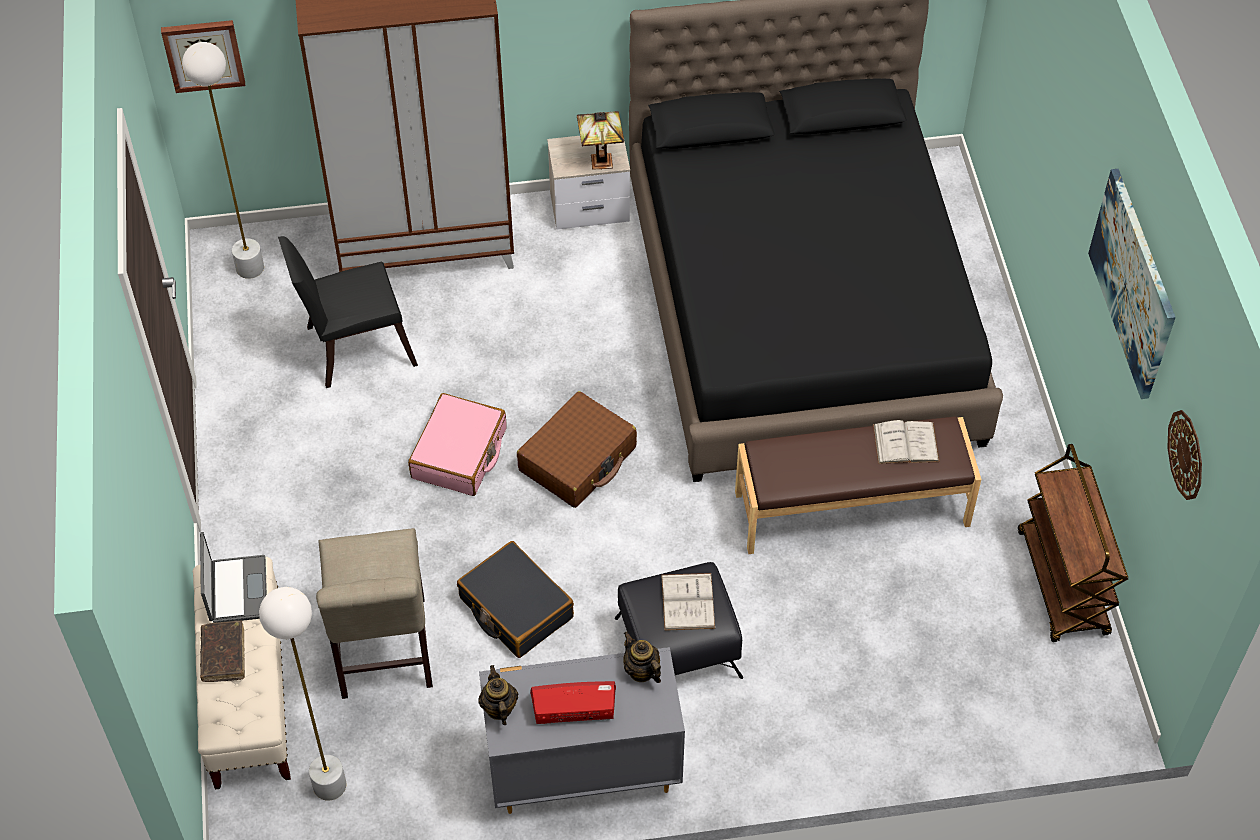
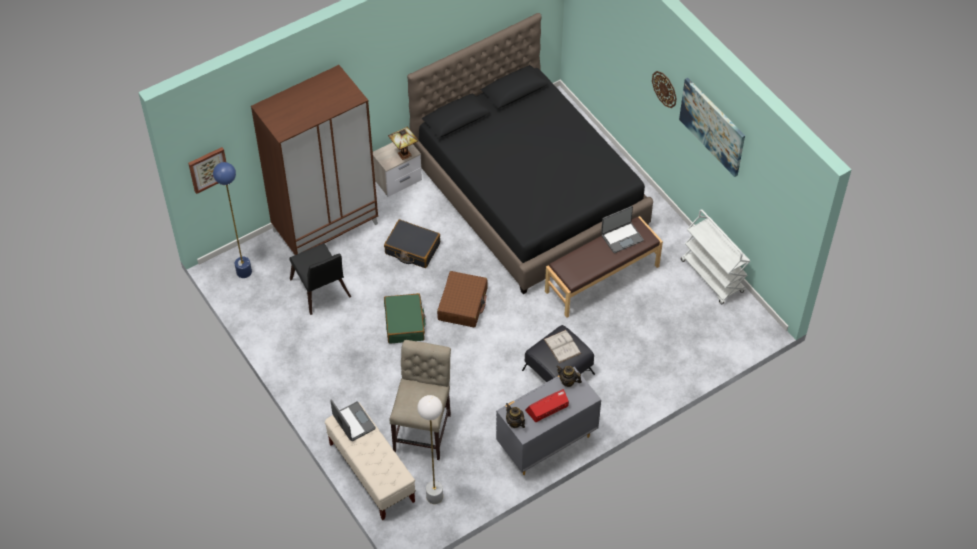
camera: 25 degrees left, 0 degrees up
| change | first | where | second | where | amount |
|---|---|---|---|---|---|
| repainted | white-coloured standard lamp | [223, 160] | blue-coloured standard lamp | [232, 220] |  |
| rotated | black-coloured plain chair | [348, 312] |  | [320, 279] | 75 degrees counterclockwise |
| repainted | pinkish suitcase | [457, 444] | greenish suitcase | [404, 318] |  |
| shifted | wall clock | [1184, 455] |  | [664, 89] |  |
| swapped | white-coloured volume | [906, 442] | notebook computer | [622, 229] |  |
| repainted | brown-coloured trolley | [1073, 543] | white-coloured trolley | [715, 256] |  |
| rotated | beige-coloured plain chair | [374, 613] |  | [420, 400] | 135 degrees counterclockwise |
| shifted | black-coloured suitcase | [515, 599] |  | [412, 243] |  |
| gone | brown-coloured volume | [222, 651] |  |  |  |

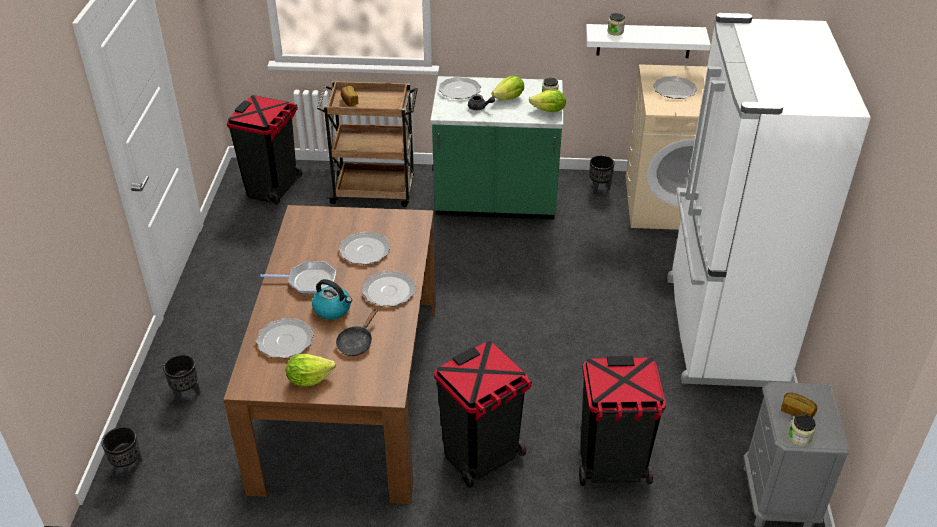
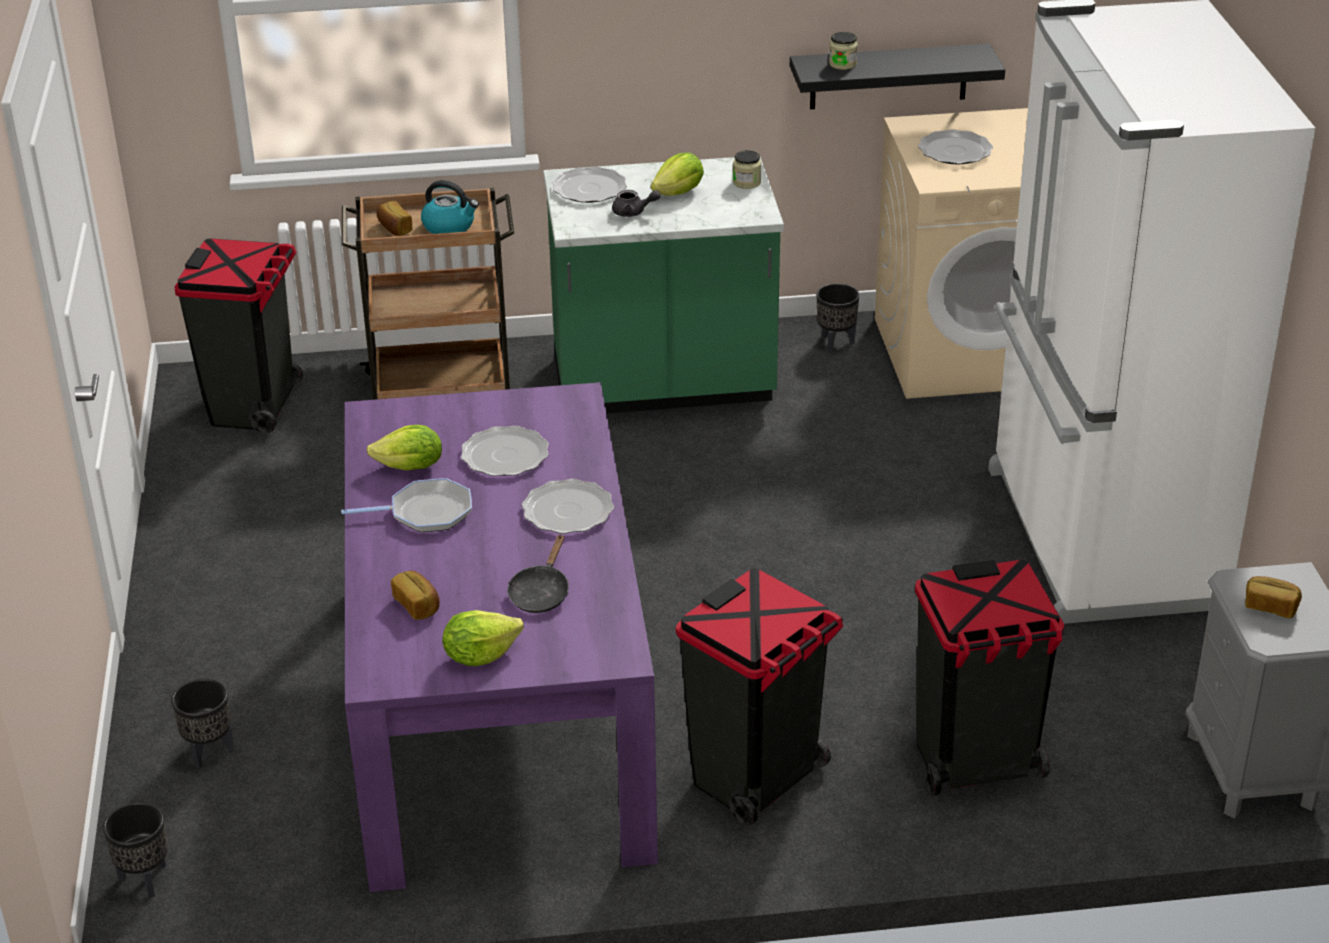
camera: 10 degrees left, 5 degrees down
| change | first | where | second | where | amount |
|---|---|---|---|---|---|
| repainted | white-coloured wall shelf | [648, 41] | black-coloured wall shelf | [897, 76] |  |
| shifted | lettuce head | [547, 100] |  | [404, 448] |  |
| repainted | brown-coloured dinner table | [329, 354] | purplish dinner table | [501, 637] |  |
| shifted | water kettle | [332, 299] |  | [450, 207] |  |
| swapped | dinner plate | [285, 338] | bread | [415, 595] |  |
| gone | jar | [802, 430] |  |  |  |

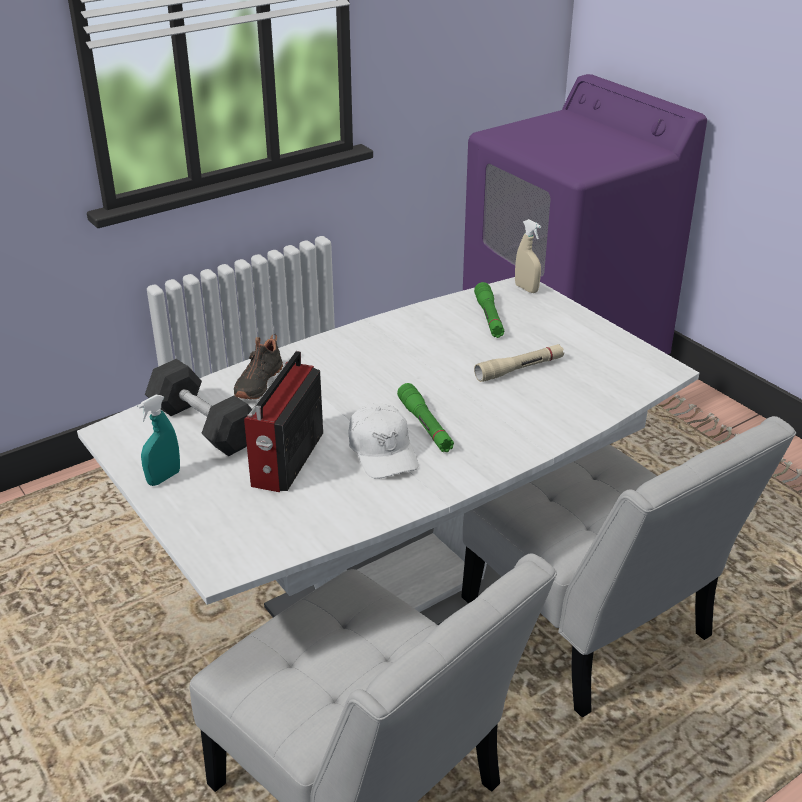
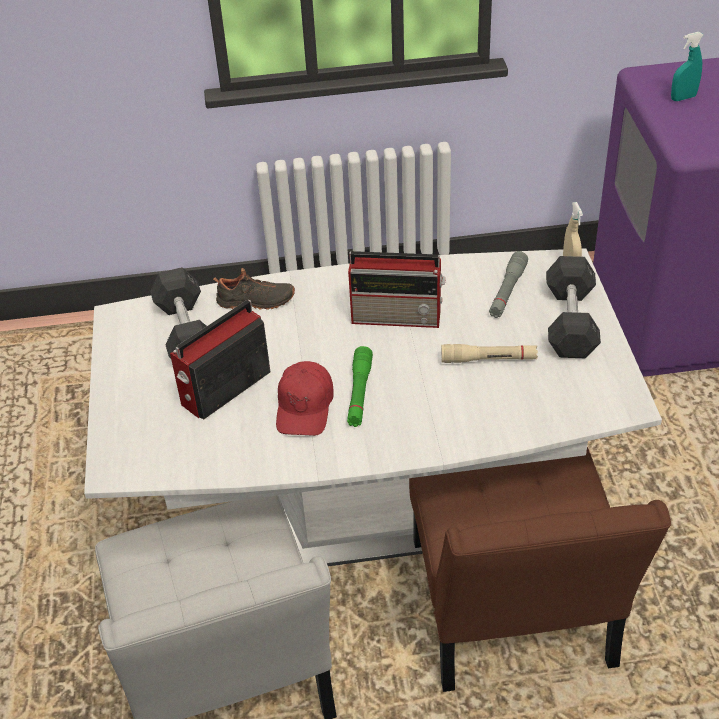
camera: 30 degrees right, 10 degrees up
| change | first | where | second | where | amount |
|---|---|---|---|---|---|
| repainted | greenish flashlight | [489, 310] | greyish flashlight | [508, 284] |  |
| rotated | black-coloured item of footwear | [258, 366] |  | [254, 289] | 135 degrees counterclockwise |
| shifted | blue-green sprayer | [158, 440] |  | [687, 66] |  |
| repainted | white-coloured baseball cap | [383, 441] | red-coloured baseball cap | [305, 398] |  |
| repainted | white-coloured plain chair | [628, 567] | brown-coloured plain chair | [540, 569] |  |
| new |  |  | radio set | [397, 289] |  |
| new |  |  | greyish free weight | [573, 307] |  |

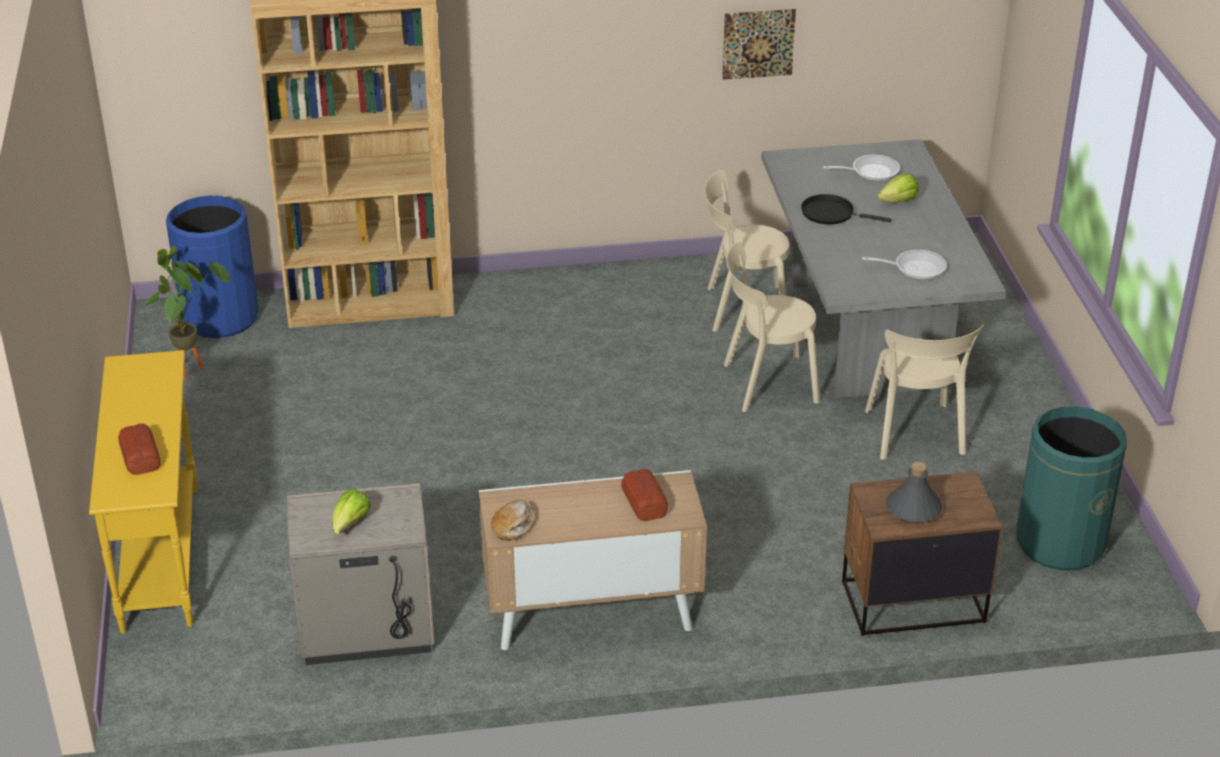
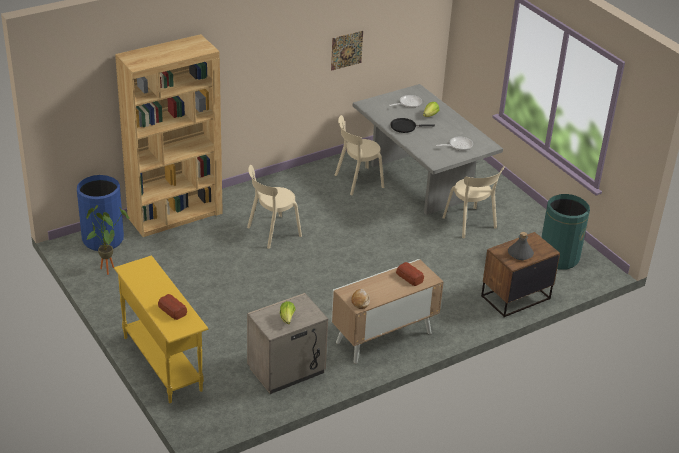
camera: 25 degrees left, 0 degrees up
| change | first | where | second | where | amount |
|---|---|---|---|---|---|
| shifted | beige-coloured plain chair | [772, 327] |  | [274, 207] |  |

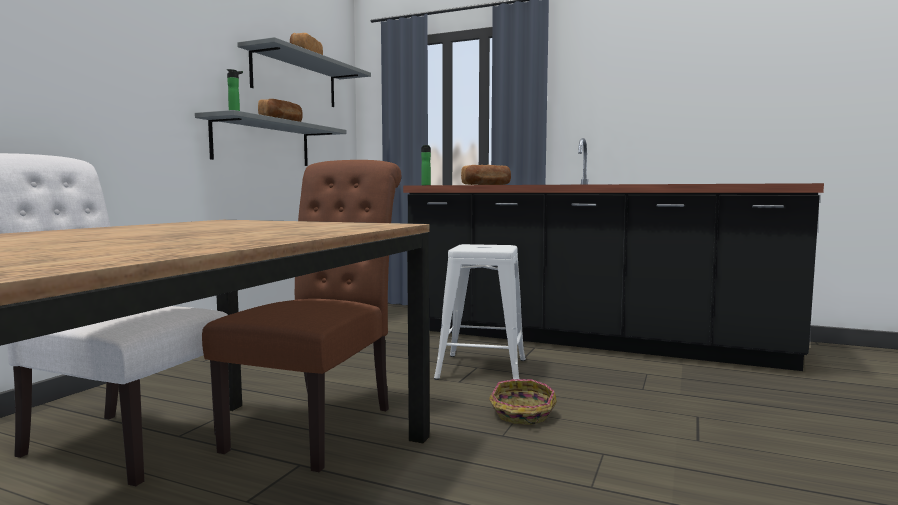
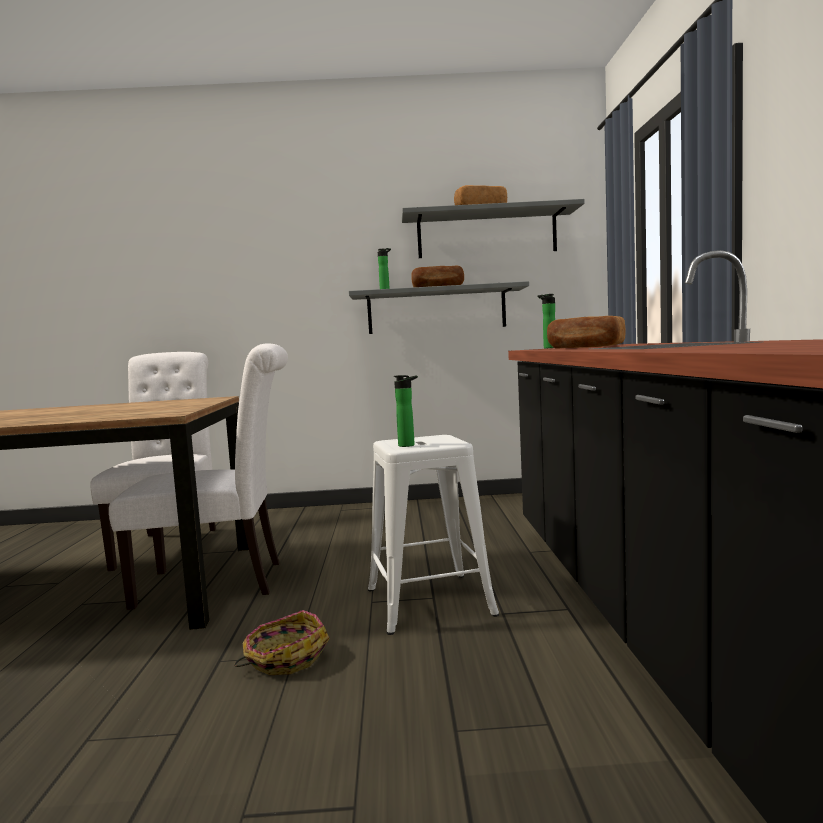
camera: 65 degrees right, 0 degrees up
| change | first | where | second | where | amount |
|---|---|---|---|---|---|
| repainted | brown-coloured plain chair | [301, 316] | white-coloured plain chair | [198, 476] |  |
| new |  |  | bottle | [406, 411] |  |

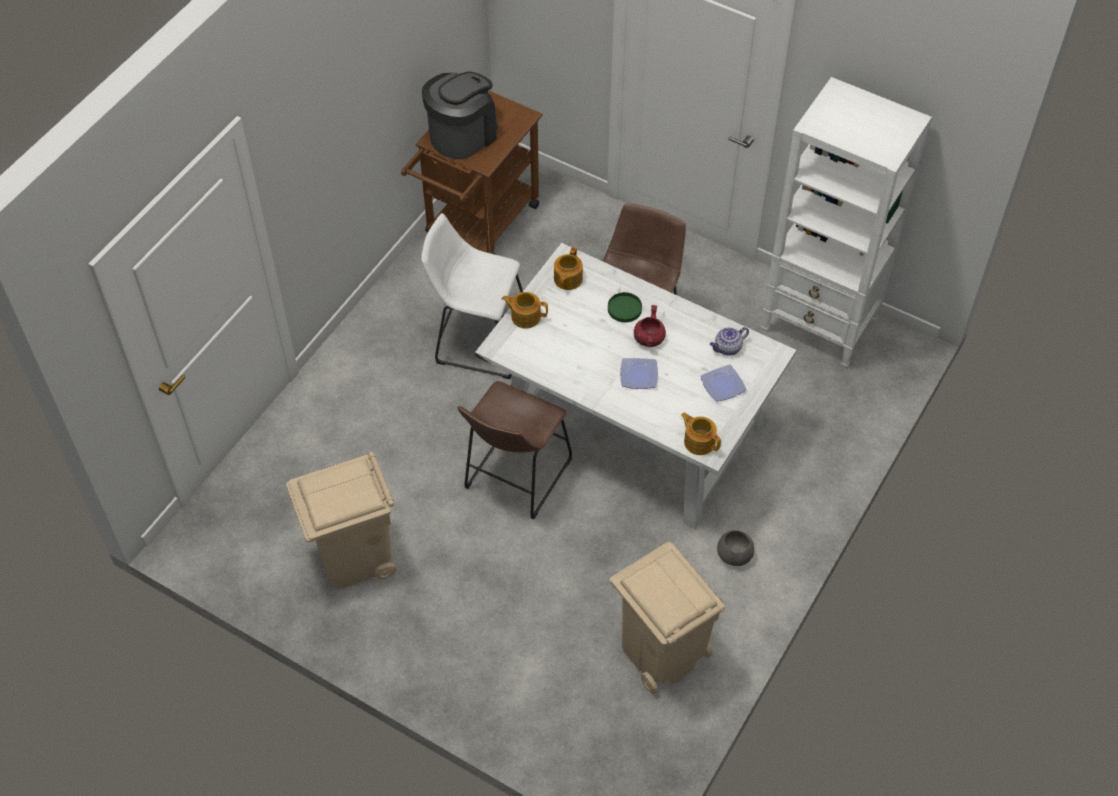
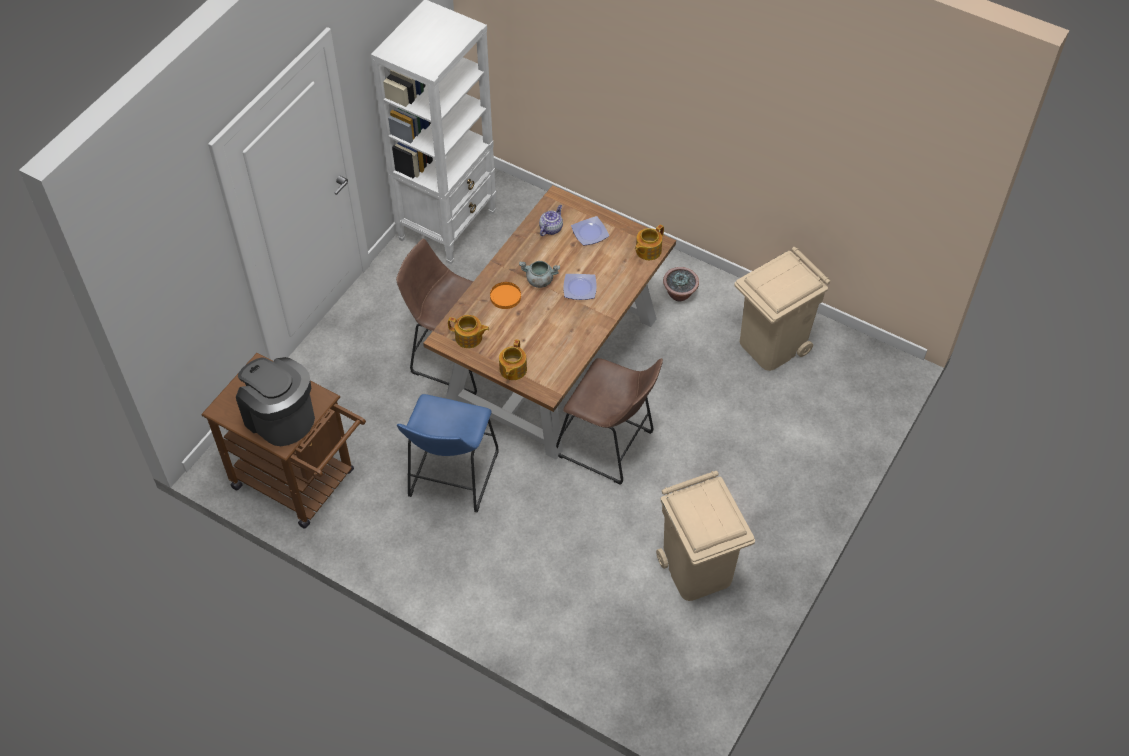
camera: 90 degrees left, 0 degrees up
| change | first | where | second | where | amount |
|---|---|---|---|---|---|
| repainted | white-coloured stool | [472, 296] | blue-coloured stool | [448, 453] |  |
| repainted | white-coloured dinner table | [635, 386] | brown-coloured dinner table | [549, 322] |  |
| repainted | greenish dinner plate | [625, 307] | orangey dinner plate | [505, 295] |  |
| repainted | red-coloured cooking pot | [650, 326] | greyish cooking pot | [539, 274] |  |
| rotated | tea pot | [729, 341] |  | [551, 220] | 120 degrees counterclockwise |
| swapped | greyish deep dish | [735, 548] | houseplant | [681, 284] |  |

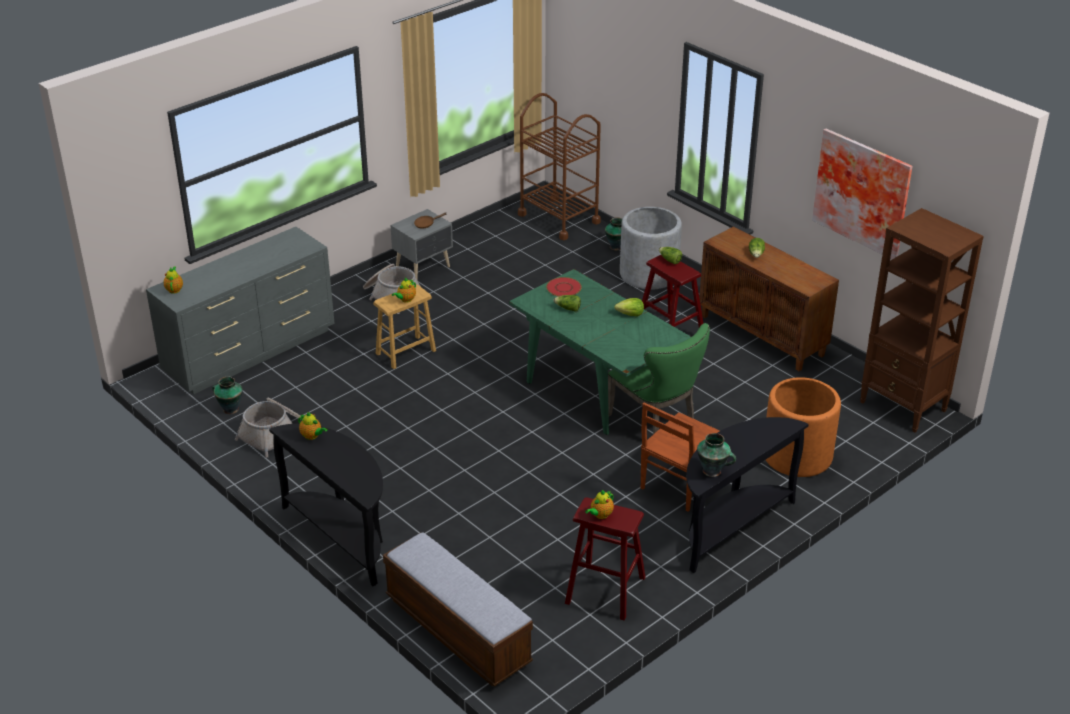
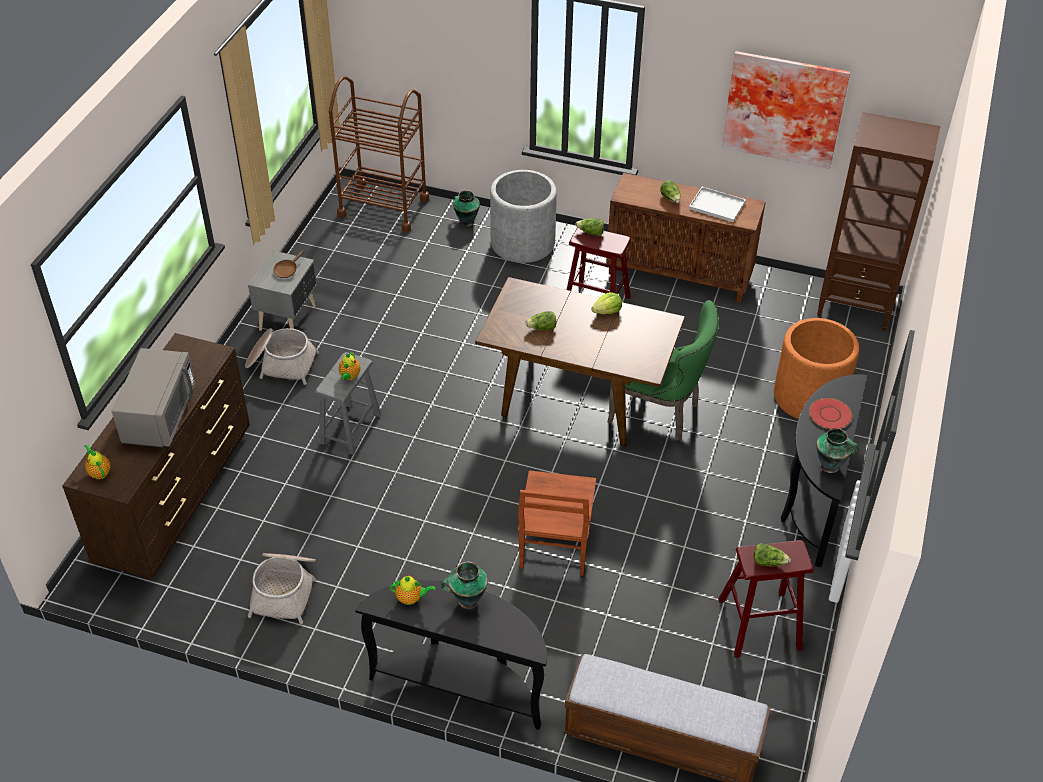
camera: 30 degrees left, 10 degrees up
| change | first | where | second | where | amount |
|---|---|---|---|---|---|
| repainted | greyish drawer chest | [240, 310] | brown-coloured drawer chest | [156, 456] |  |
| repainted | greenish dinner table | [600, 352] | brown-coloured dinner table | [580, 361] |  |
| shifted | red-coloured dinner plate | [564, 286] |  | [830, 413] |  |
| repainted | brown-coloured stool | [404, 327] | greyish stool | [348, 403] |  |
| shifted | decorative vase | [227, 395] |  | [464, 585] |  |
| shifted | brown-coloured plain chair | [680, 457] |  | [557, 523] |  |
| swapped | tea pot | [599, 504] | lettuce head | [772, 554] |  |
| new |  |  | white-coloured serving tray | [717, 204] |  |
| new |  |  | greyish microwave | [153, 397] |  |

